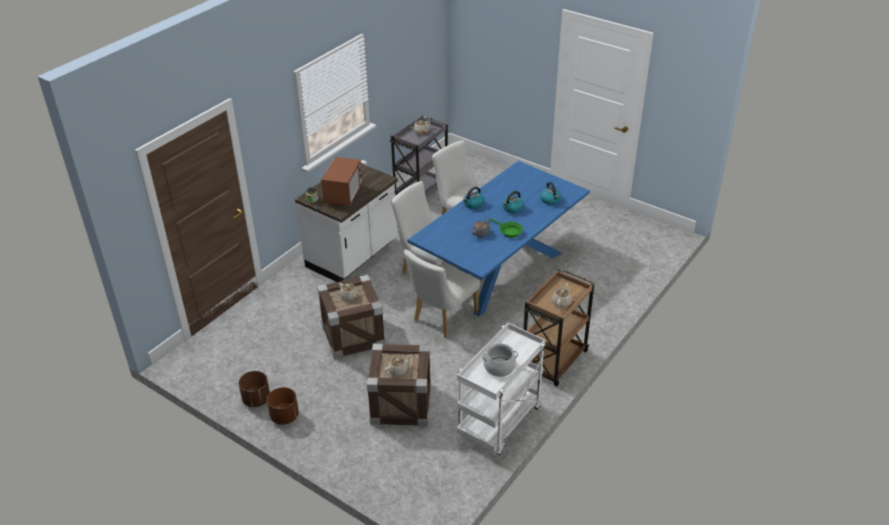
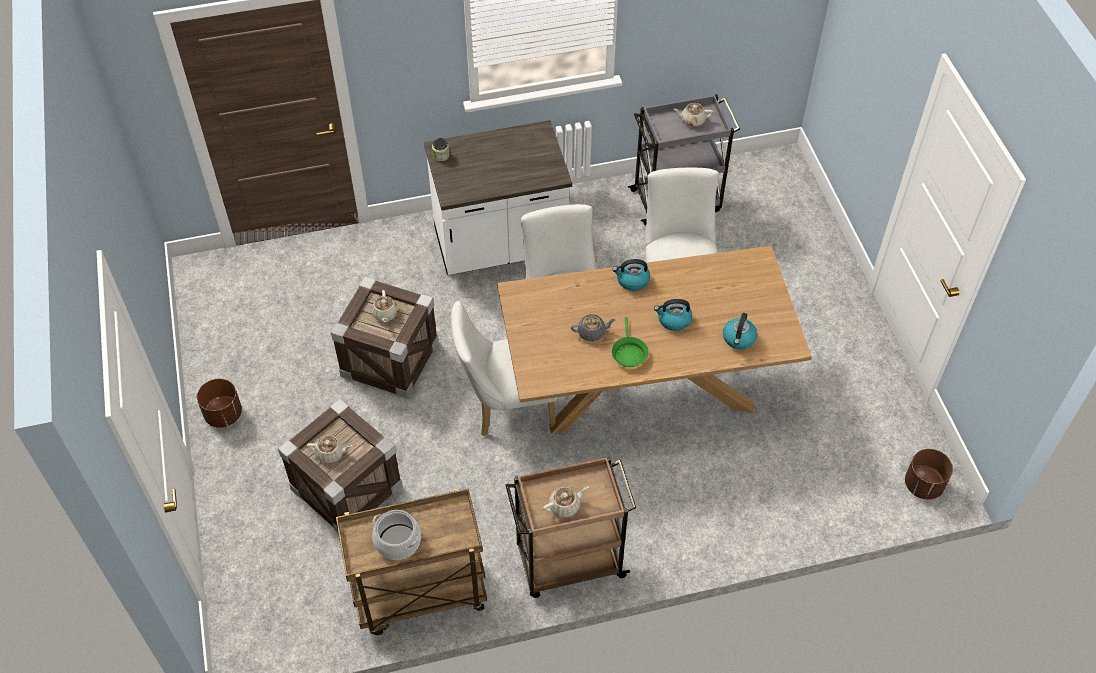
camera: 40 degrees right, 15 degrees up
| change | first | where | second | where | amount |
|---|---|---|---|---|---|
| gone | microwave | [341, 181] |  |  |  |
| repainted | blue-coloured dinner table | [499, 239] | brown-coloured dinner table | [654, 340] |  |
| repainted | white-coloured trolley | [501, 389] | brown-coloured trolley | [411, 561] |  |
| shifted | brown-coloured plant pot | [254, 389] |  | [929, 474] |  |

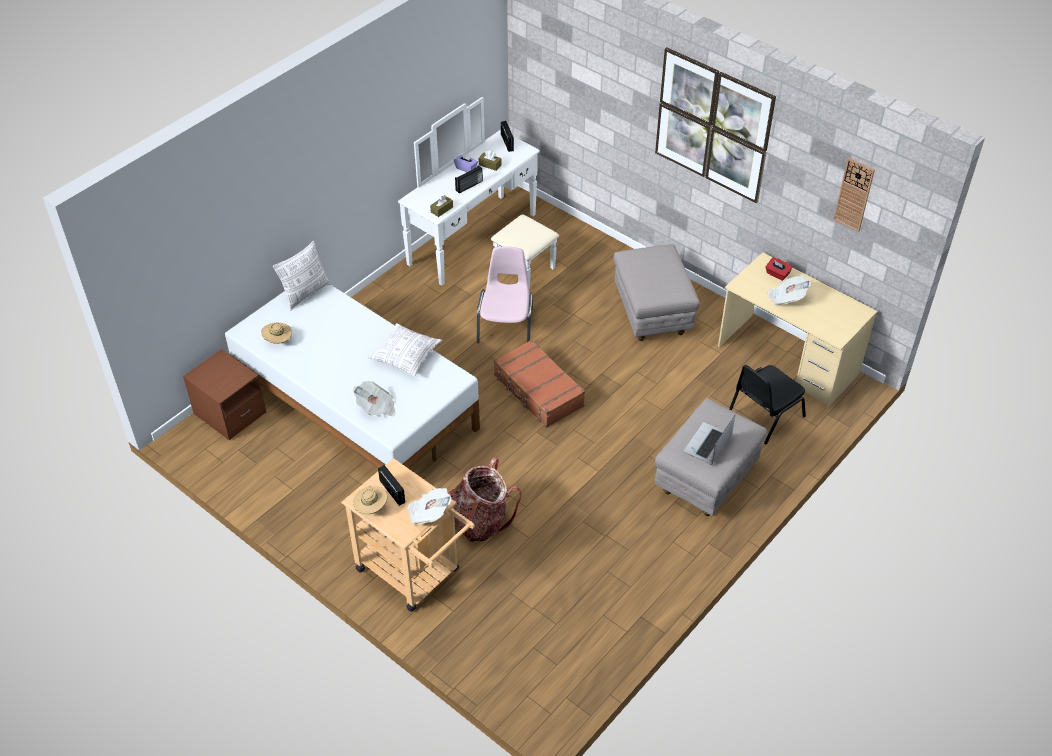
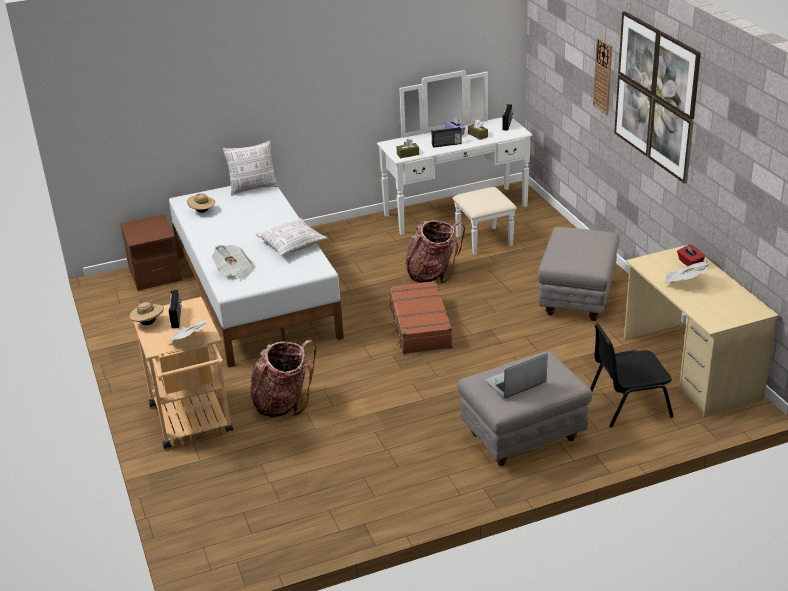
camera: 30 degrees right, 15 degrees down
| change | first | where | second | where | amount |
|---|---|---|---|---|---|
| shifted | wall clock | [854, 195] |  | [602, 76] |  |
| swapped | pinkish plain chair | [505, 294] | knapsack | [435, 252] |  |

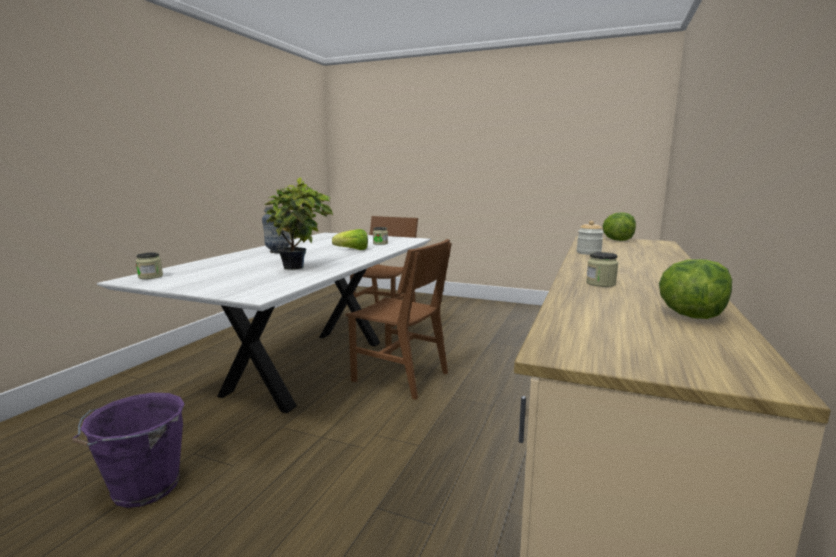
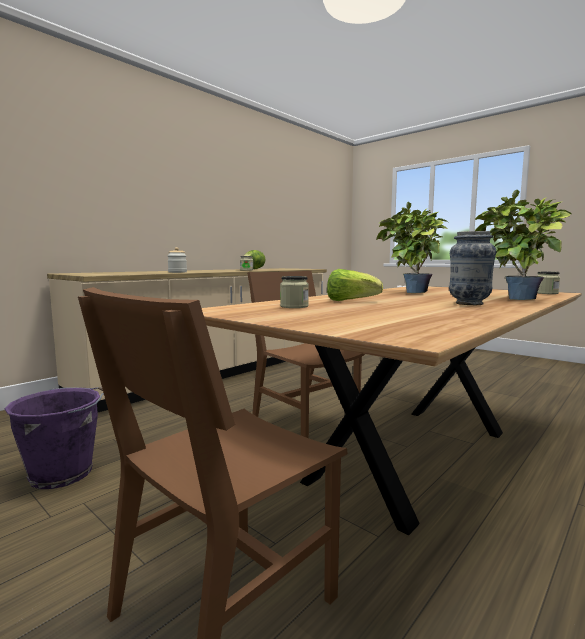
camera: 160 degrees left, 5 degrees down
| change | first | where | second | where | amount |
|---|---|---|---|---|---|
| gone | lettuce head | [619, 226] |  |  |  |
| repainted | white-coloured dinner table | [264, 322] | brown-coloured dinner table | [392, 410] |  |
| shifted | purplish bucket | [128, 450] |  | [54, 438] |  |
| new |  |  | houseplant | [523, 244] |  |

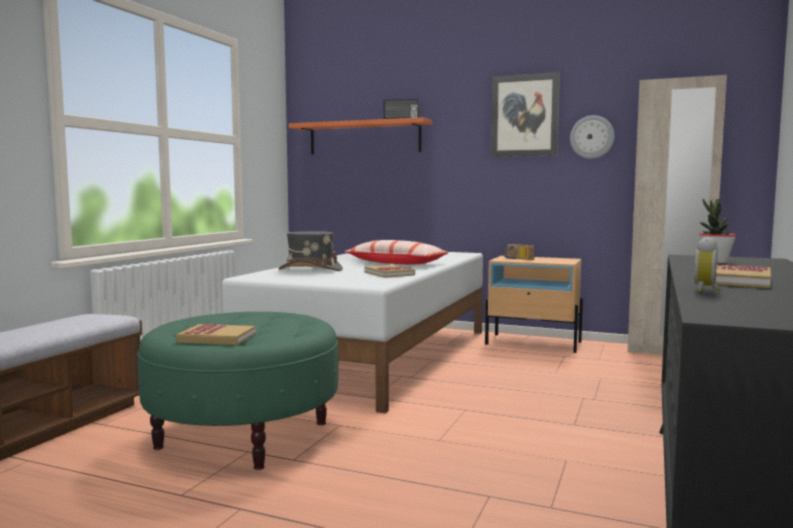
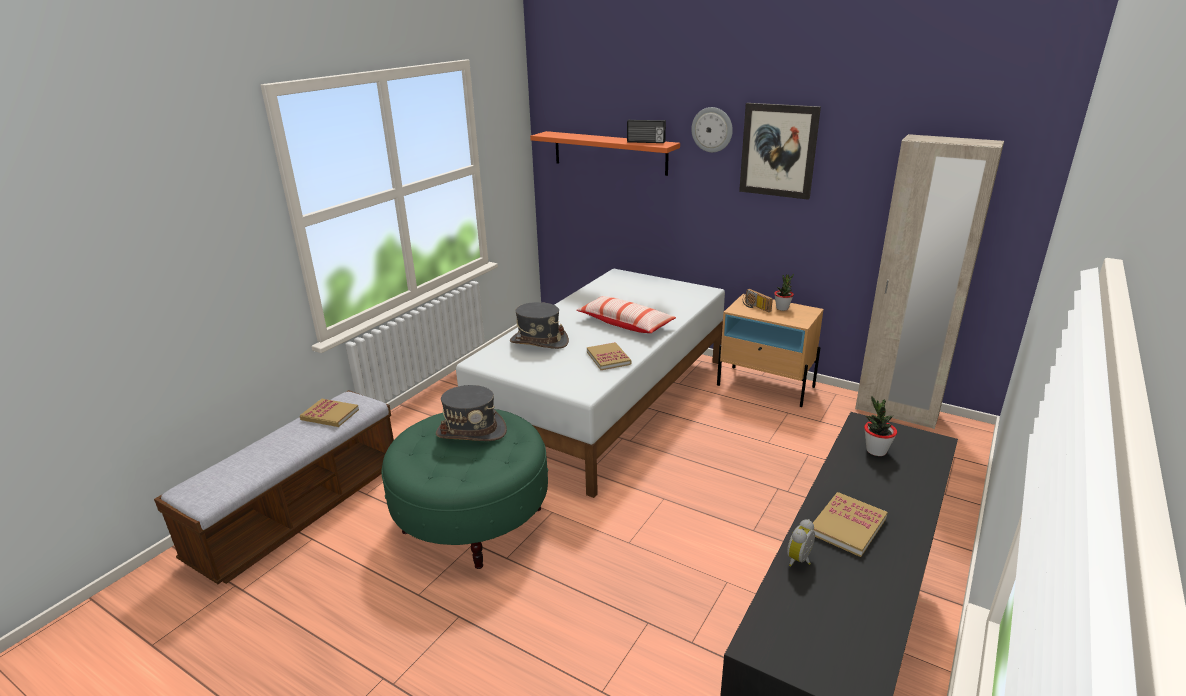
camera: 10 degrees right, 20 degrees up
| change | first | where | second | where | amount |
|---|---|---|---|---|---|
| shifted | wall clock | [592, 137] |  | [712, 129] |  |
| shifted | volume | [216, 334] |  | [329, 413] |  |
| new |  |  | houseplant | [784, 292] |  |
| new |  |  | greyish clothing hat | [471, 413] |  |

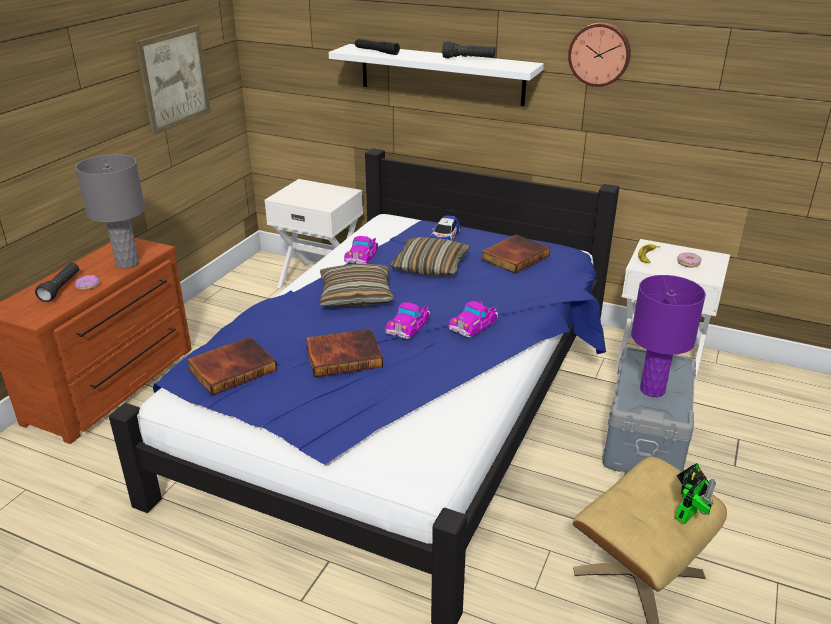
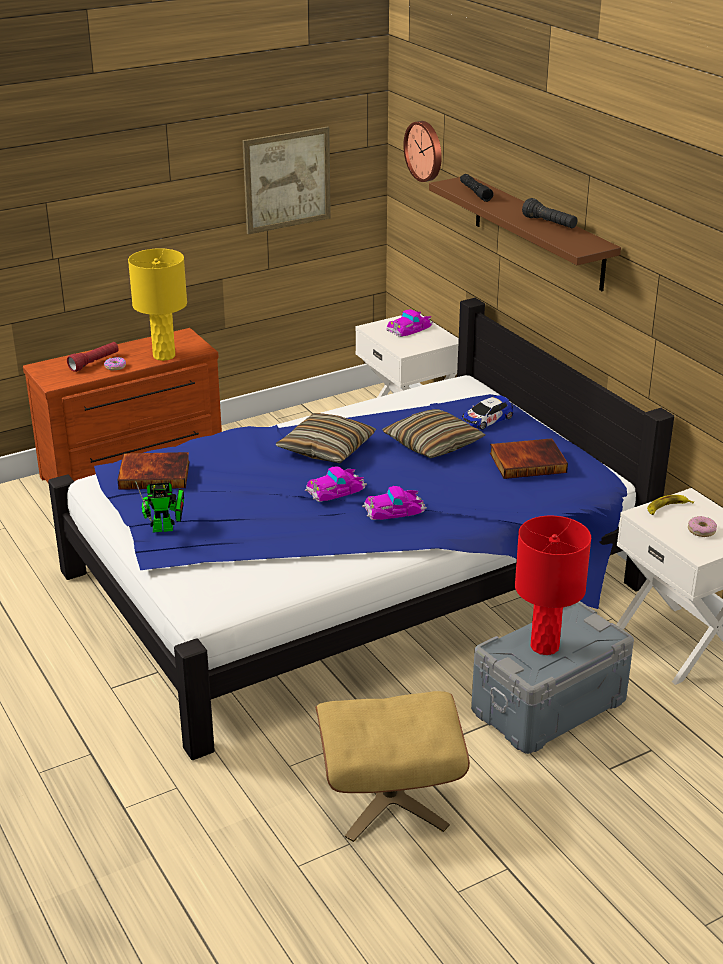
camera: 35 degrees right, 0 degrees up
| change | first | where | second | where | amount |
|---|---|---|---|---|---|
| shifted | wall clock | [599, 55] |  | [422, 151] |  |
| repainted | white-coloured wall shelf | [436, 75] | brown-coloured wall shelf | [525, 233] |  |
| repainted | greyish lamp for a table | [110, 211] | yellow lamp for a table | [157, 304] |  |
| shifted | model car | [361, 250] |  | [410, 323] |  |
| repainted | black-coloured flashlight | [57, 282] | red-coloured flashlight | [93, 357] |  |
| repainted | purplish lamp for a table | [668, 336] | red-coloured lamp for a table | [553, 585] |  |
| gone | volume | [344, 353] |  |  |  |
| shifted | model robot | [695, 493] |  | [159, 506] |  |

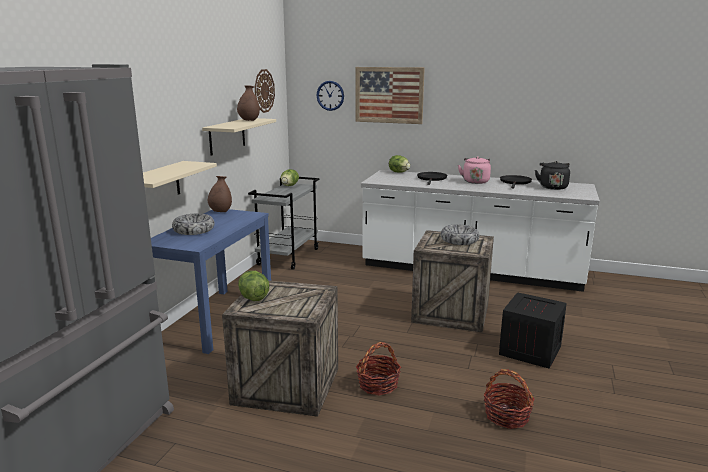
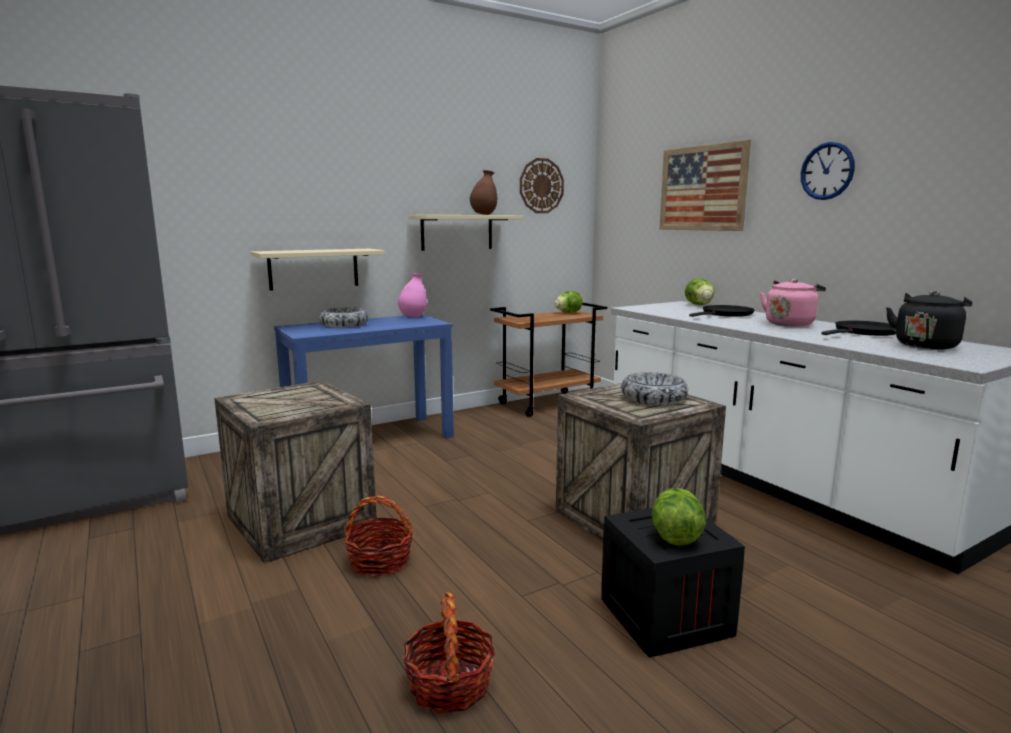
camera: 40 degrees right, 5 degrees down
| change | first | where | second | where | amount |
|---|---|---|---|---|---|
| shifted | wall clock | [330, 96] |  | [828, 171] |  |
| repainted | brown-coloured decorative vase | [220, 194] | pinkish decorative vase | [412, 295] |  |
| repainted | greyish trolley | [283, 223] | brown-coloured trolley | [548, 360] |  |
| shifted | lettuce head | [254, 286] |  | [679, 517] |  |

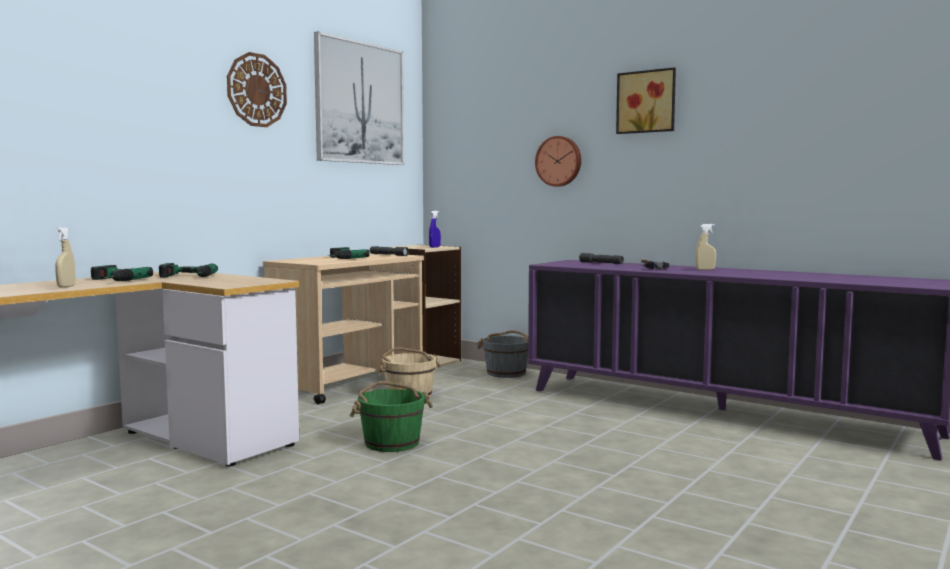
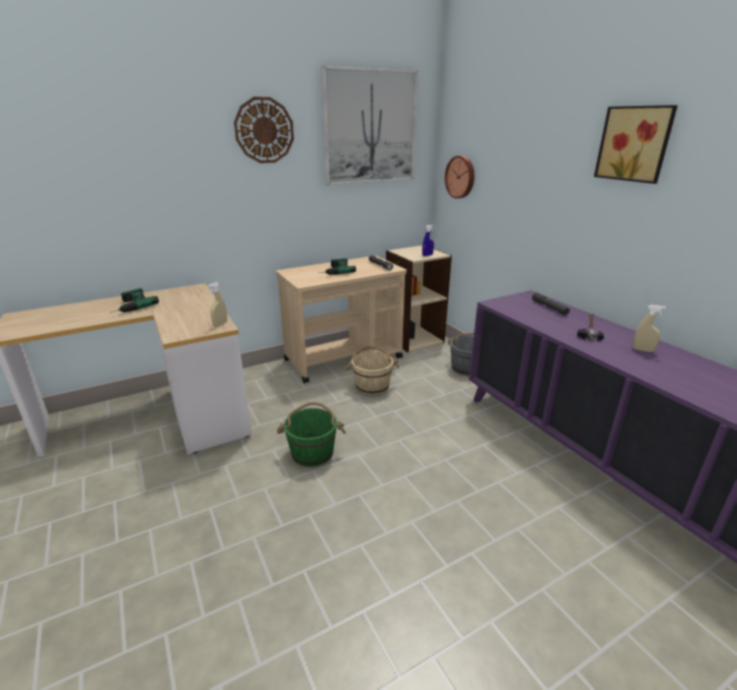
camera: 25 degrees right, 20 degrees up
| change | first | where | second | where | amount |
|---|---|---|---|---|---|
| shifted | wall clock | [558, 161] |  | [459, 177] |  |
| shifted | beige-coloured sprayer | [65, 257] |  | [217, 304] |  |
| gone | drill | [188, 270] |  |  |  |

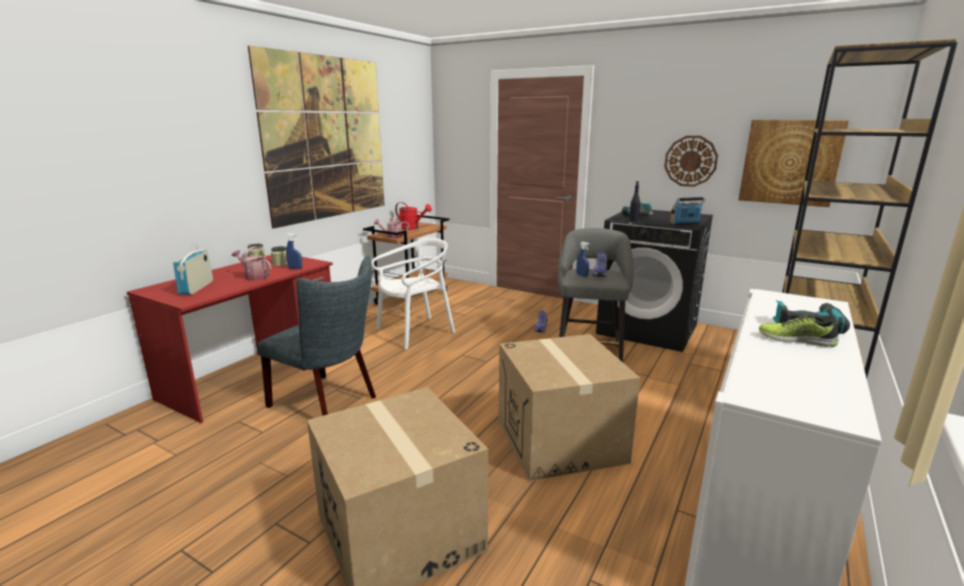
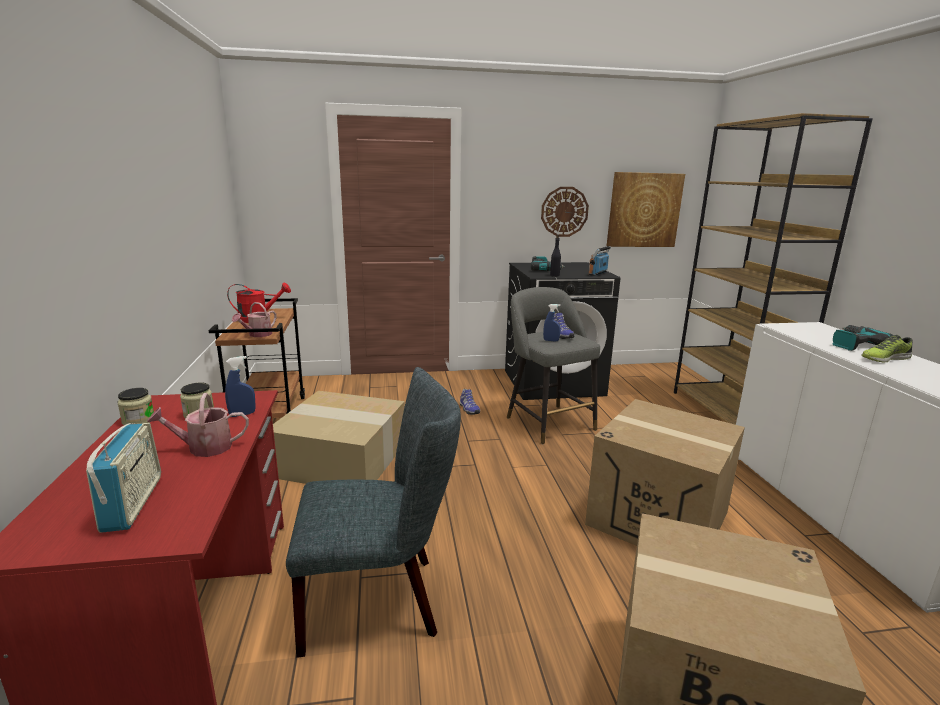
camera: 40 degrees left, 0 degrees up
| change | first | where | second | where | amount |
|---|---|---|---|---|---|
| gone | wall art | [316, 137] |  |  |  |
| swapped | white-coloured plain chair | [413, 294] | cardboard box | [339, 437] |  |
| rotated | radio set | [193, 269] |  | [123, 478] | 150 degrees counterclockwise |

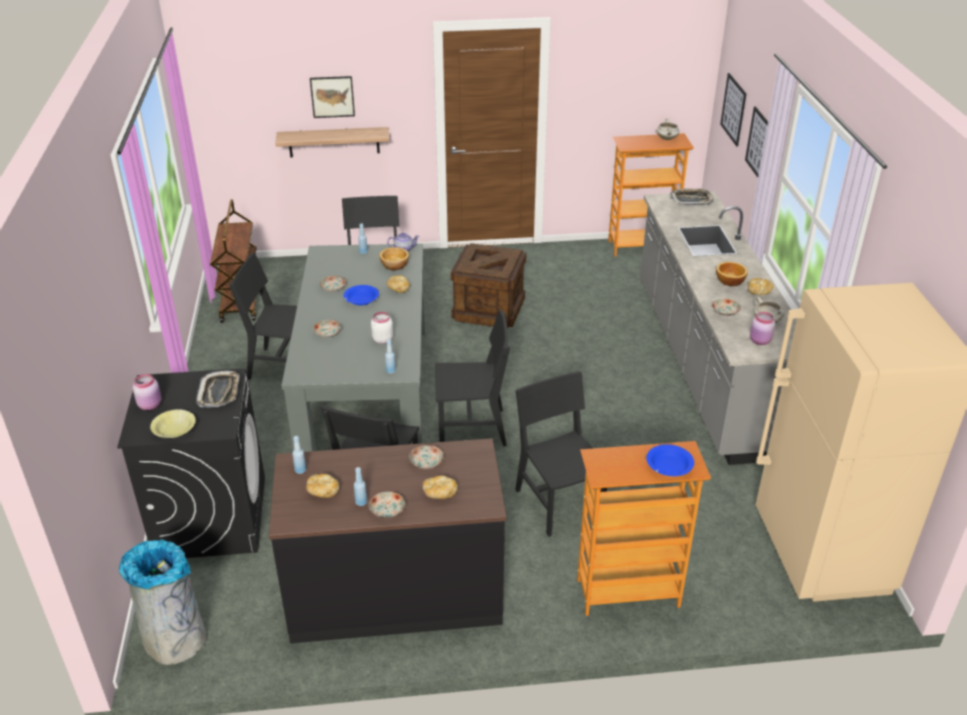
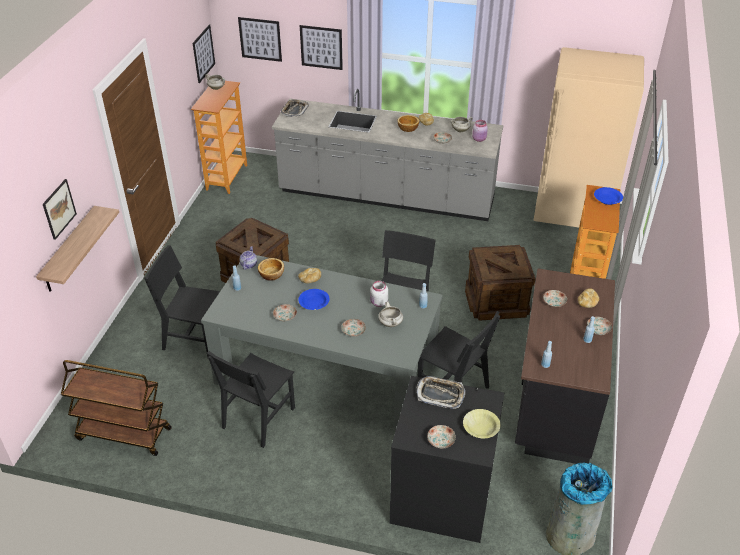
camera: 70 degrees left, 5 degrees up
| change | first | where | second | where | amount |
|---|---|---|---|---|---|
| swapped | black-coloured plain chair | [561, 454] | packing crate | [500, 283] |  |
| swapped | pinkish jar | [147, 392] | dinner plate | [441, 436] |  |
| gone | bread | [322, 486] |  |  |  |
| new |  |  | wall art | [204, 54] |  |
| new |  |  | white-coloured cooking pot | [390, 314] |  |

